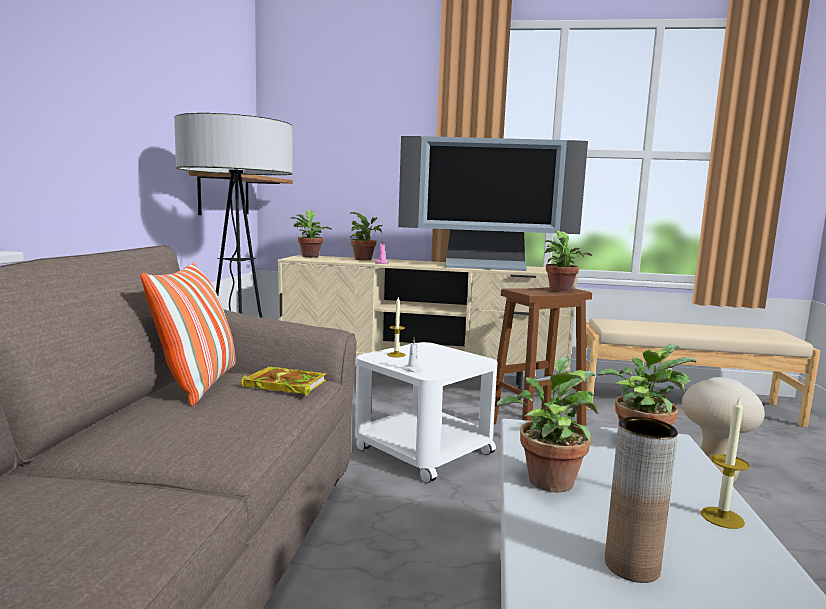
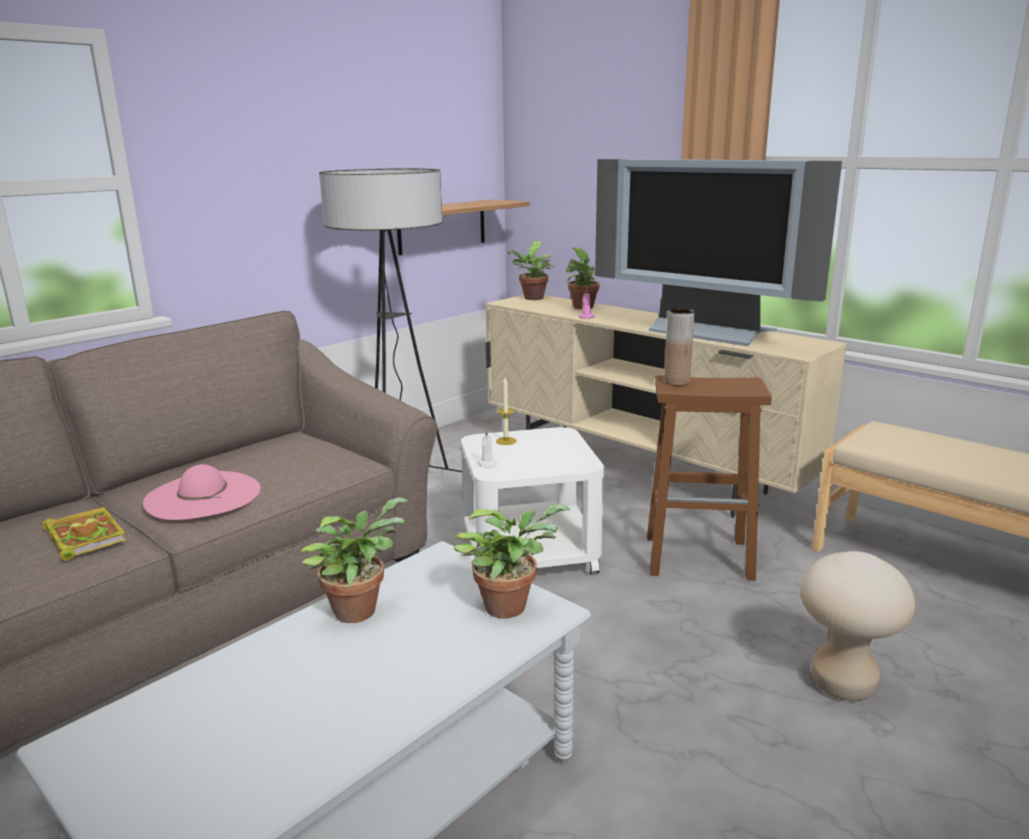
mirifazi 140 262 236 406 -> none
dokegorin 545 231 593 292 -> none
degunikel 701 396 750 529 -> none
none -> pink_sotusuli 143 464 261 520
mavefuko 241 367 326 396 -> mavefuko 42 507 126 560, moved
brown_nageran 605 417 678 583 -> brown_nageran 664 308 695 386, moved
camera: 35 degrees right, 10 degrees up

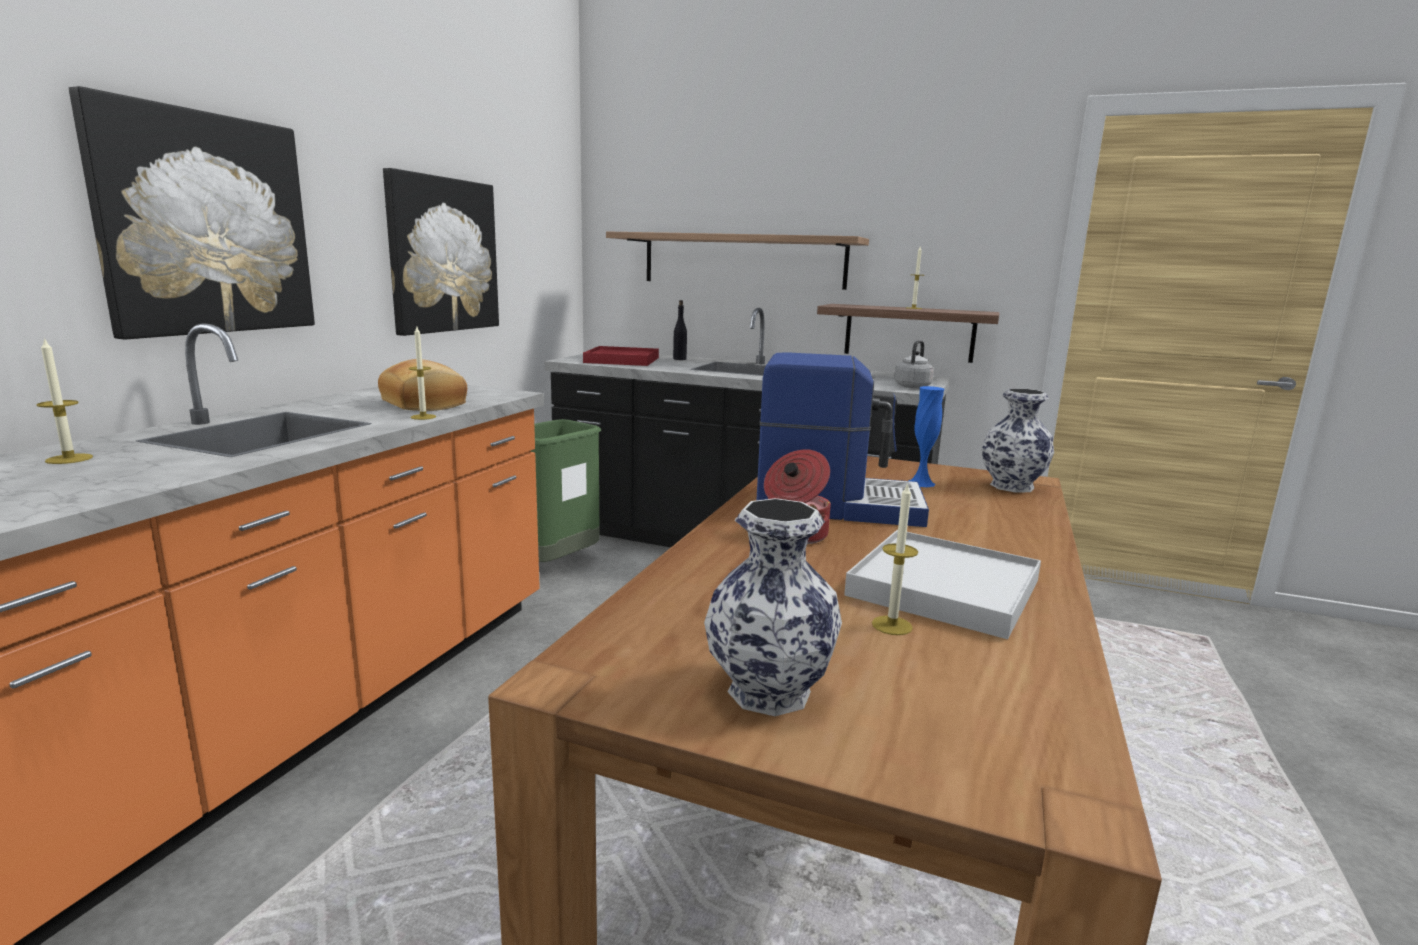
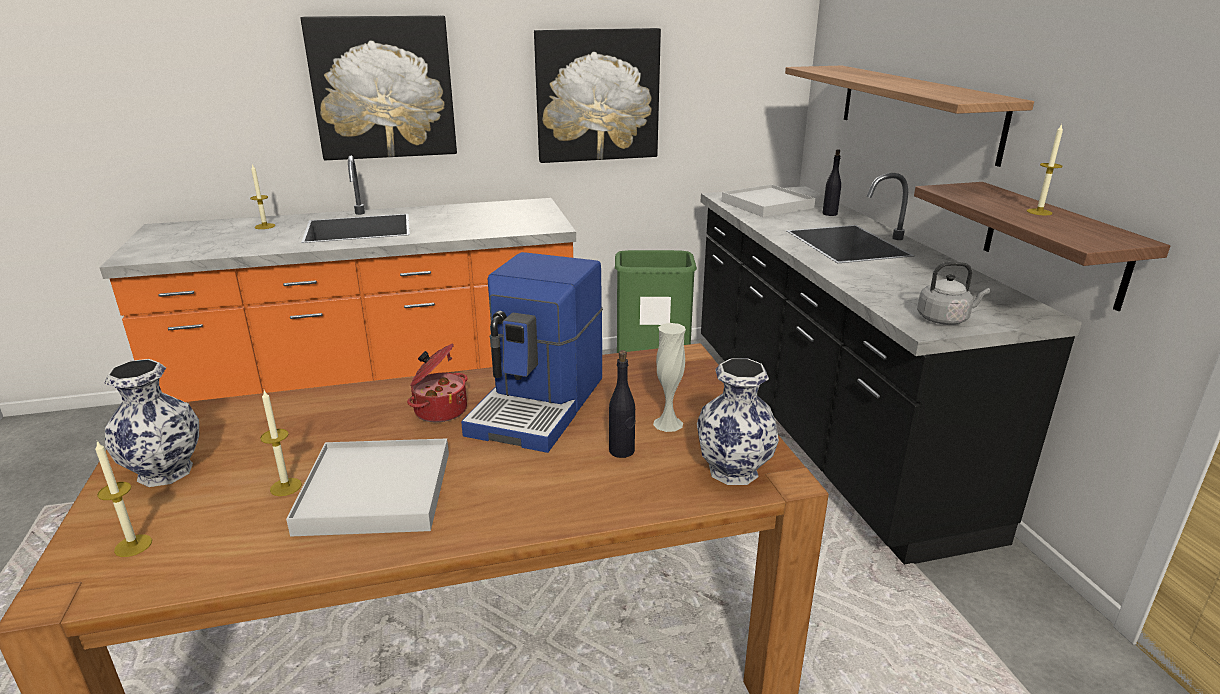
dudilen 378 359 467 411 -> none
none -> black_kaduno 609 350 635 458
degunikel 409 327 436 420 -> degunikel 95 441 152 557, moved
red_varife 583 346 659 366 -> white_varife 722 184 815 217
blue_nageran 909 386 945 487 -> white_nageran 653 323 686 432
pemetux 756 352 929 527 -> pemetux 461 252 603 453, 45 degrees clockwise
camera: 55 degrees right, 10 degrees up

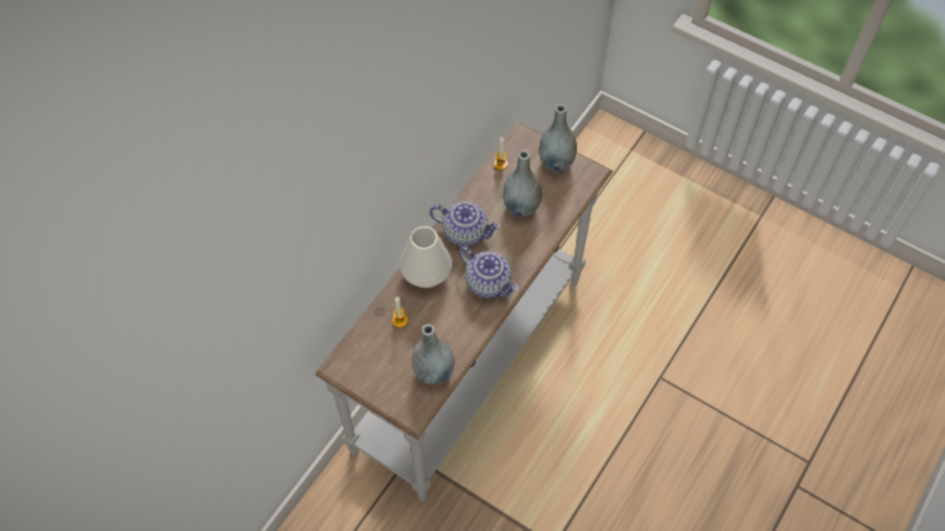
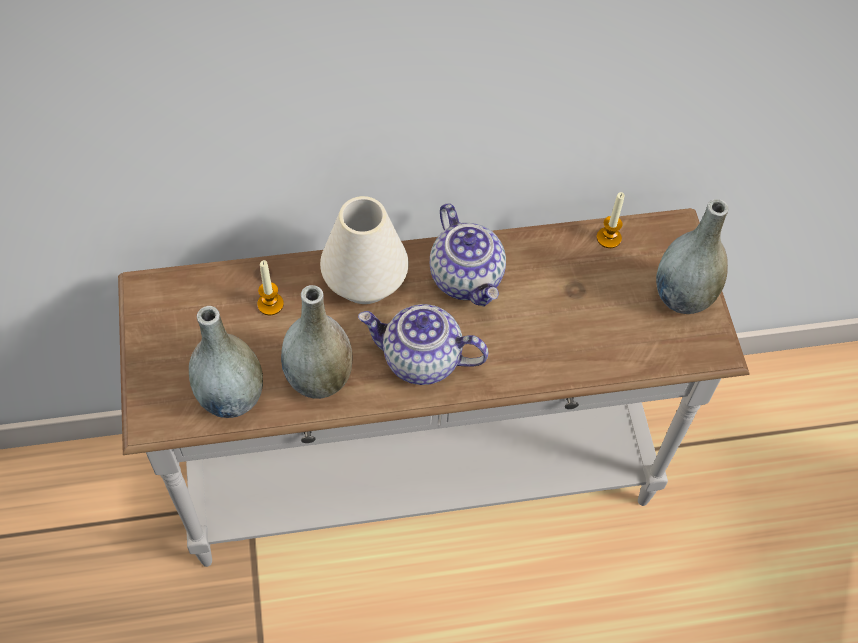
grey_nageran 503 150 542 217 -> grey_nageran 281 285 352 399, moved
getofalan 459 246 519 298 -> getofalan 358 304 488 385, 105 degrees clockwise
camera: 45 degrees right, 0 degrees up

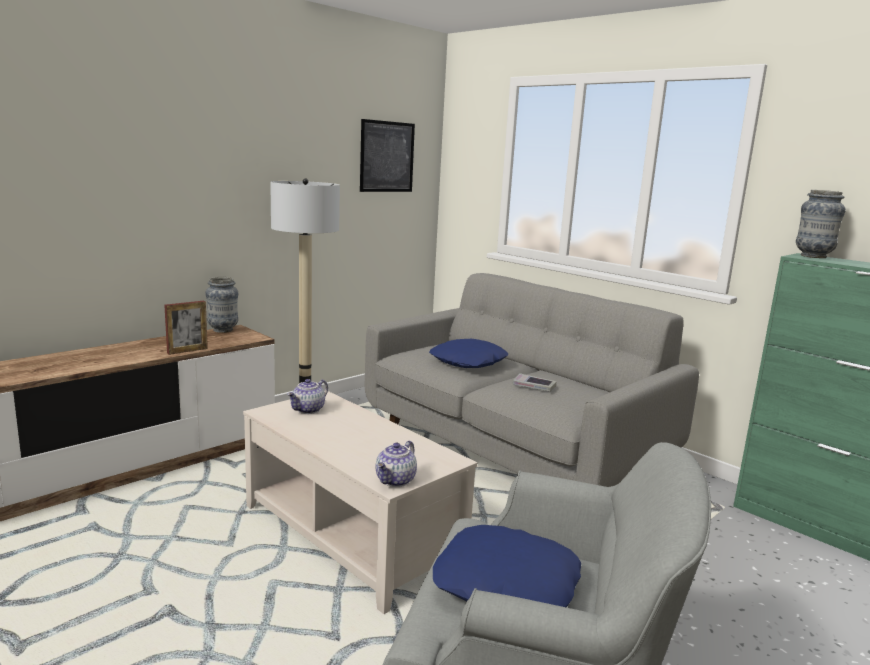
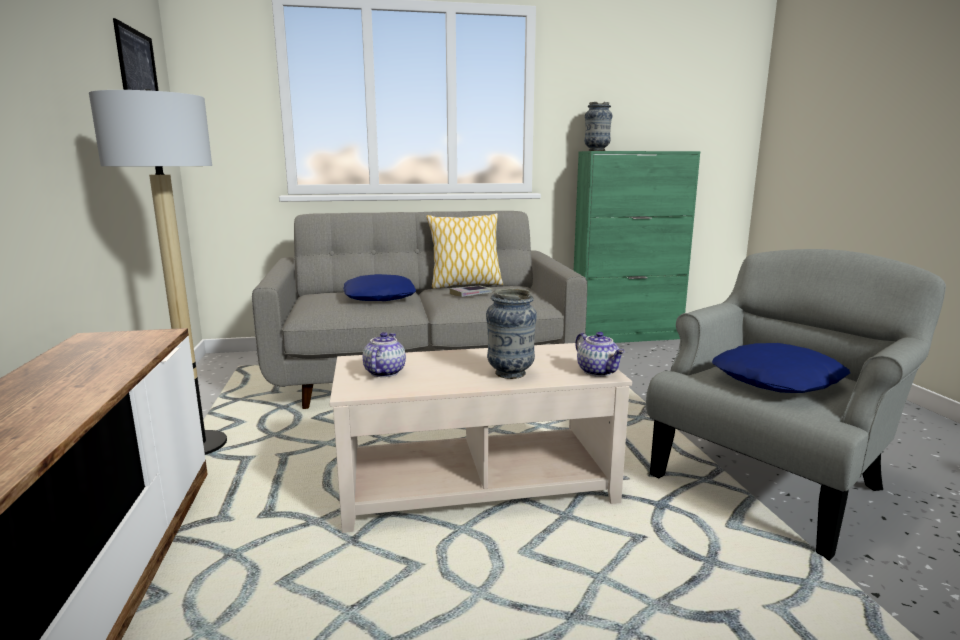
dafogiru 164 301 208 355 -> none
none -> mirifazi 426 213 503 289
nageran 205 277 239 333 -> nageran 486 288 537 379, moved
getofalan 287 379 328 414 -> getofalan 363 332 406 377, 150 degrees counterclockwise
camera: 55 degrees left, 0 degrees up

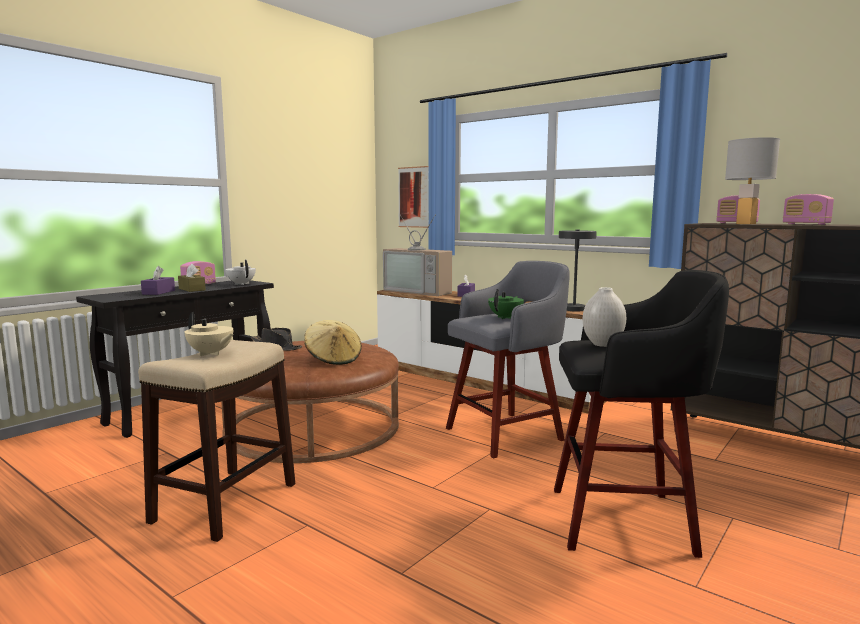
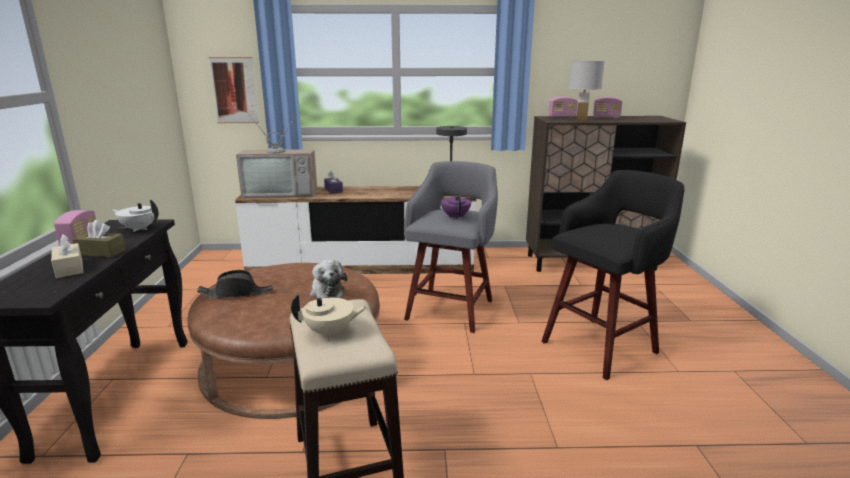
white_nageran 582 287 626 347 -> none
beige_sotusuli 304 320 362 365 -> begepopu 310 259 347 298
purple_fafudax 141 266 175 295 -> beige_fafudax 51 234 83 278
green_getofalan 488 289 524 319 -> purple_getofalan 441 195 471 219
camera: 40 degrees left, 10 degrees up

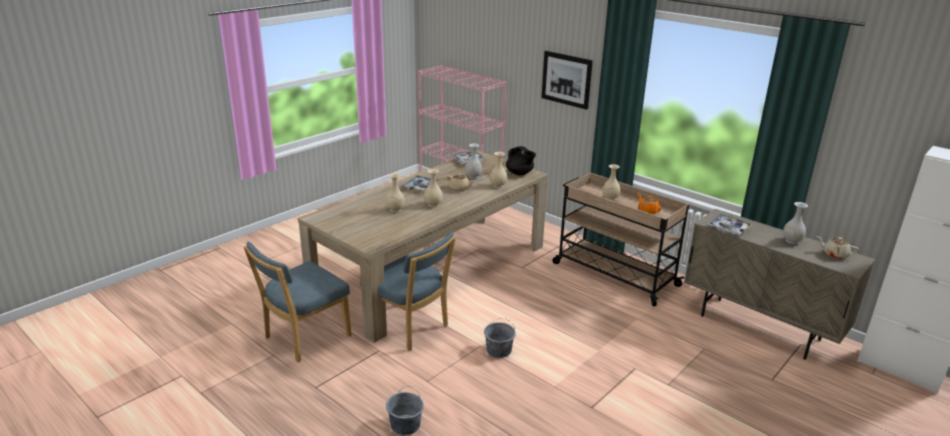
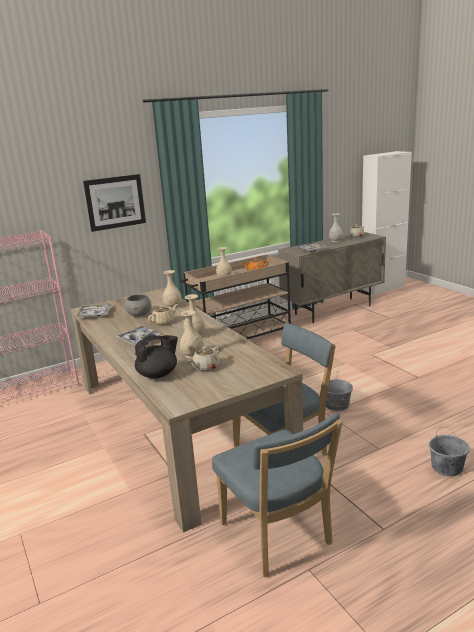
none -> beige_getofalan 188 347 220 372
black_getofalan 506 146 536 175 -> black_getofalan 135 335 178 379, moved
white_nageran 465 144 482 179 -> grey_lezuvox 125 294 151 317
camera: 70 degrees left, 5 degrees down

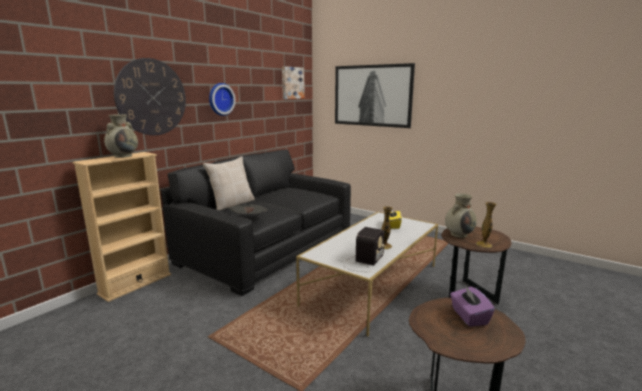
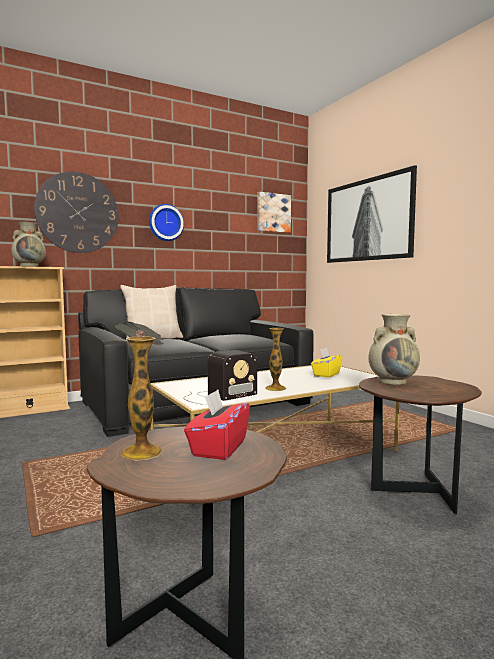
nageran 476 202 497 248 -> nageran 121 336 162 460, moved
purple_fafudax 450 285 495 327 -> red_fafudax 184 389 250 460
camera: 25 degrees right, 10 degrees down

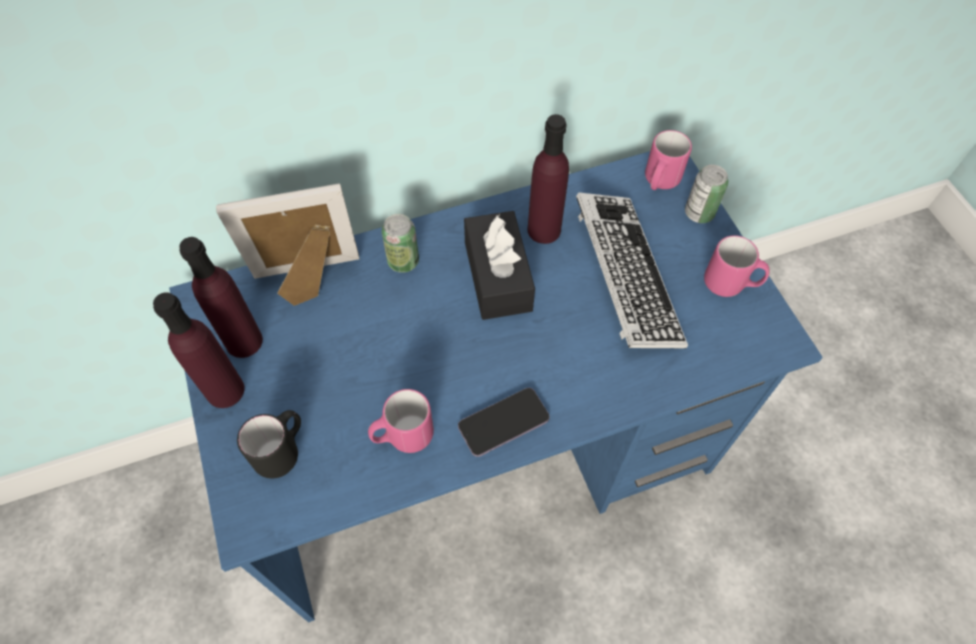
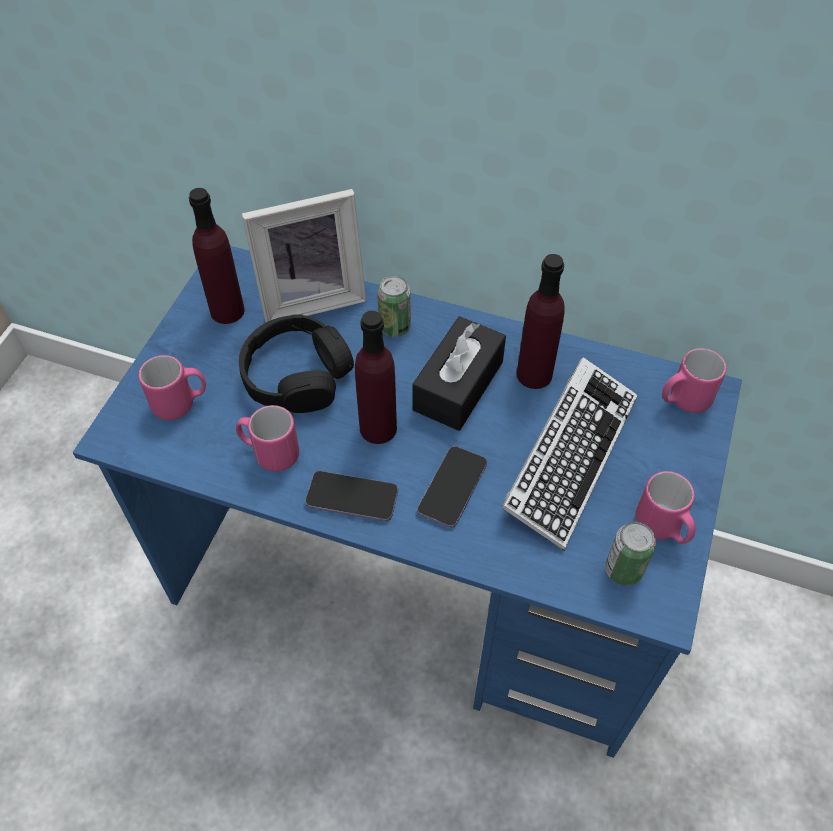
none -> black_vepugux 239 314 354 413
none -> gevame 417 446 487 528
purple_kaduno 153 292 245 408 -> purple_kaduno 355 311 397 444, moved
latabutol 685 165 728 223 -> latabutol 605 522 656 586, moved
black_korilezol 237 410 301 478 -> pink_korilezol 138 355 206 420
dafogiru 216 184 359 306 -> dafogiru 242 189 366 323, 135 degrees clockwise
camera: 40 degrees right, 5 degrees down

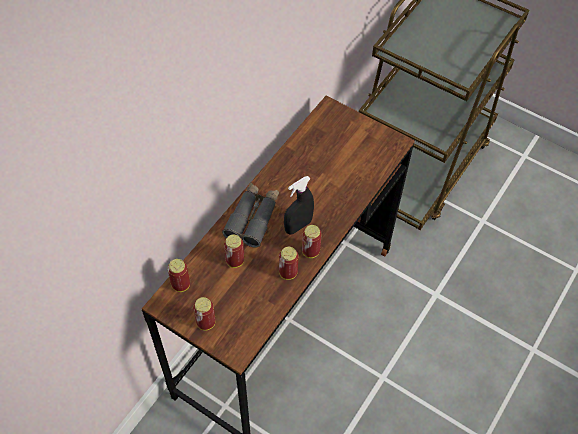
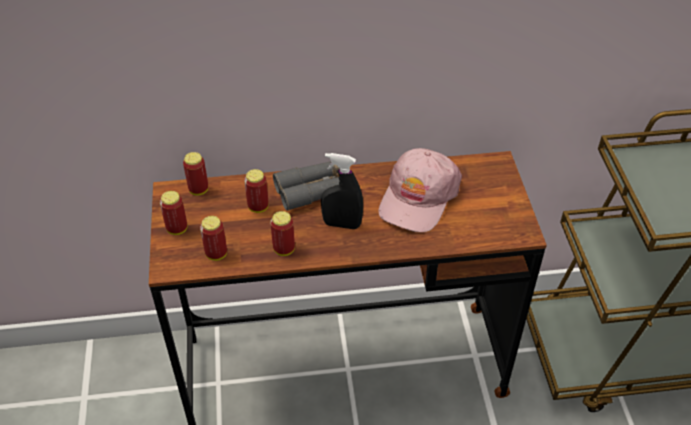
none -> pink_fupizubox 379 148 462 232
latabutol 302 225 322 258 -> latabutol 200 216 227 261, moved
camera: 50 degrees right, 10 degrees down

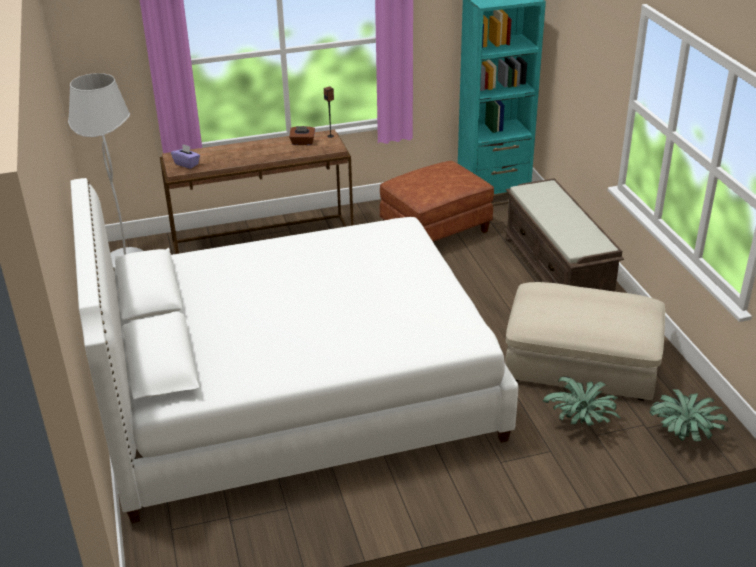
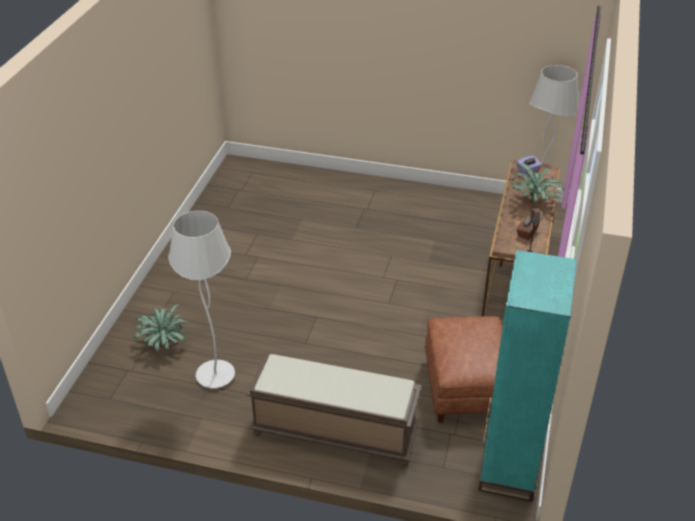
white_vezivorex 70 178 519 523 -> none
dokegorin 650 389 728 441 -> dokegorin 511 163 564 202, moved
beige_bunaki 505 282 665 401 -> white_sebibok 168 211 235 388
camera: 120 degrees right, 5 degrees up

